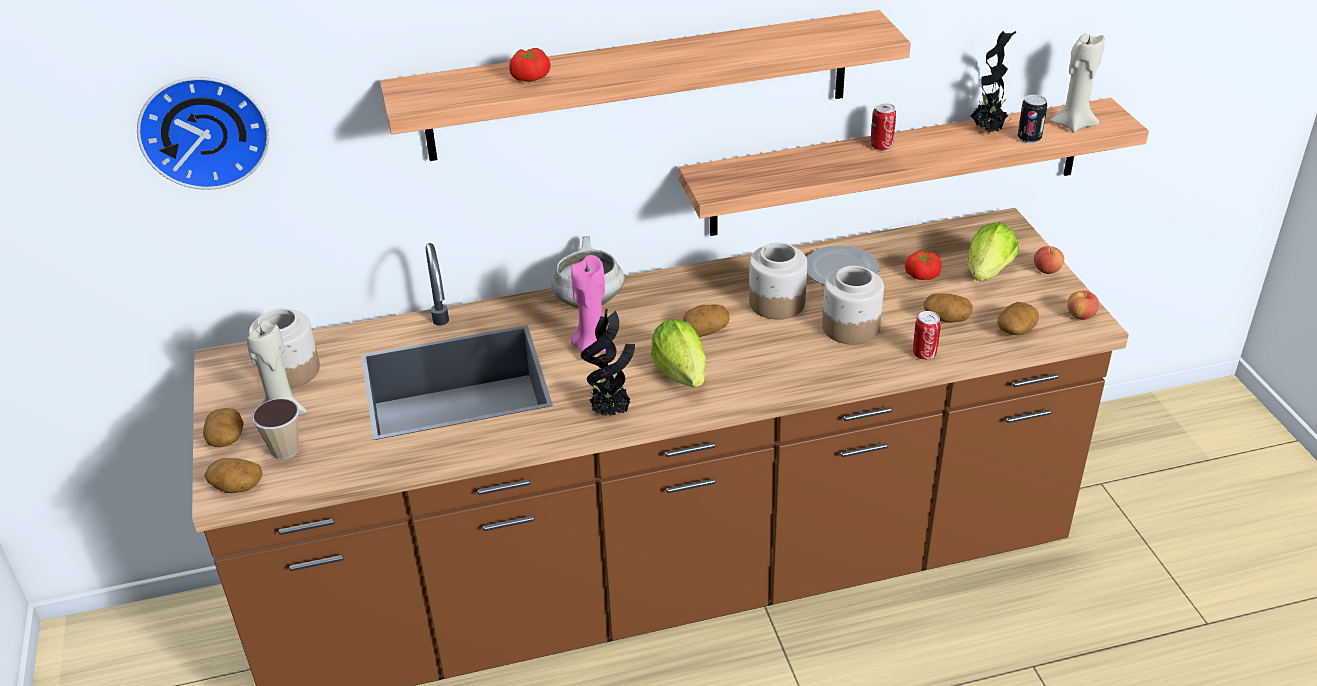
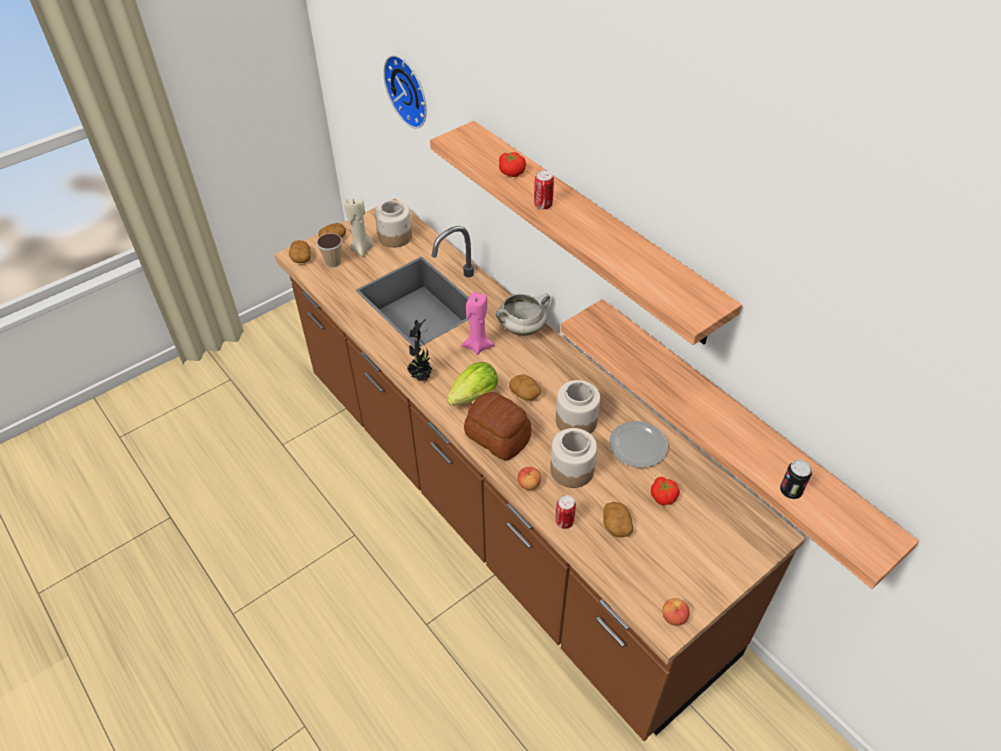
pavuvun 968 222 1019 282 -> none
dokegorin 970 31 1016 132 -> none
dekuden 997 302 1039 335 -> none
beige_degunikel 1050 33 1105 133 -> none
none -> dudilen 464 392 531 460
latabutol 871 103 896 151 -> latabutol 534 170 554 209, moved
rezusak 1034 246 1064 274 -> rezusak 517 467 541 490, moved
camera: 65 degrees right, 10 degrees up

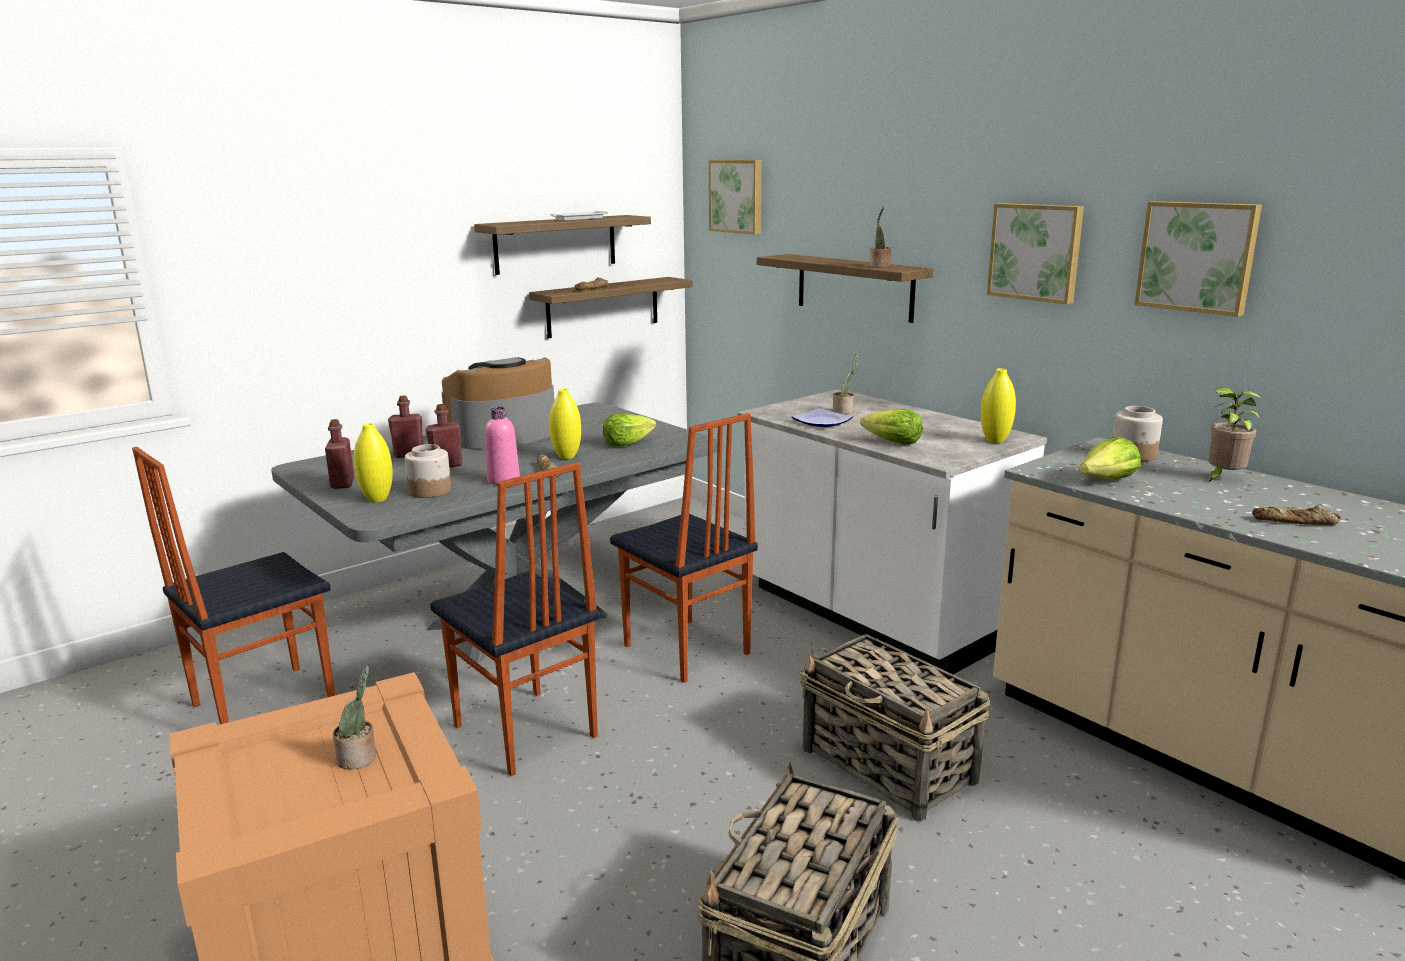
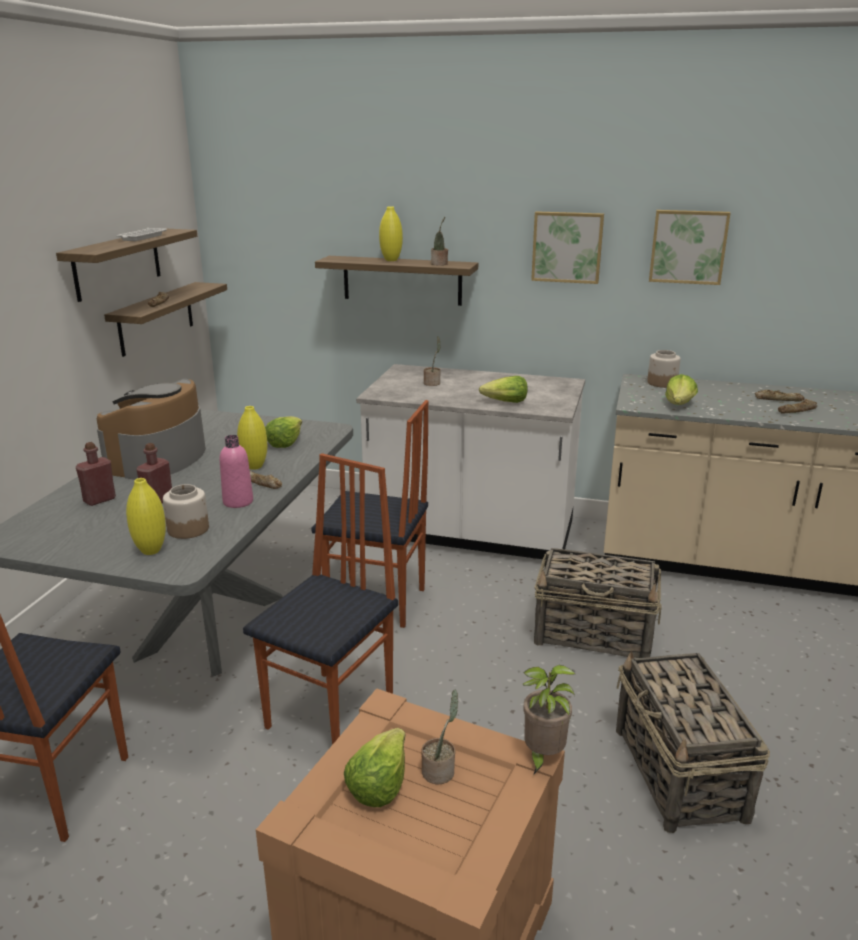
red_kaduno 325 419 354 489 -> none
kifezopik 709 160 762 235 -> none
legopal 792 408 854 427 -> none
none -> pavuvun 344 728 405 807
none -> dudilen 755 390 805 402
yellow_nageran 981 368 1016 443 -> yellow_nageran 379 206 403 261, moved
dokegorin 1208 387 1261 482 -> dokegorin 523 665 576 775, moved
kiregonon 430 462 600 776 -> kiregonon 243 453 398 745, 75 degrees counterclockwise
camera: 35 degrees left, 5 degrees up

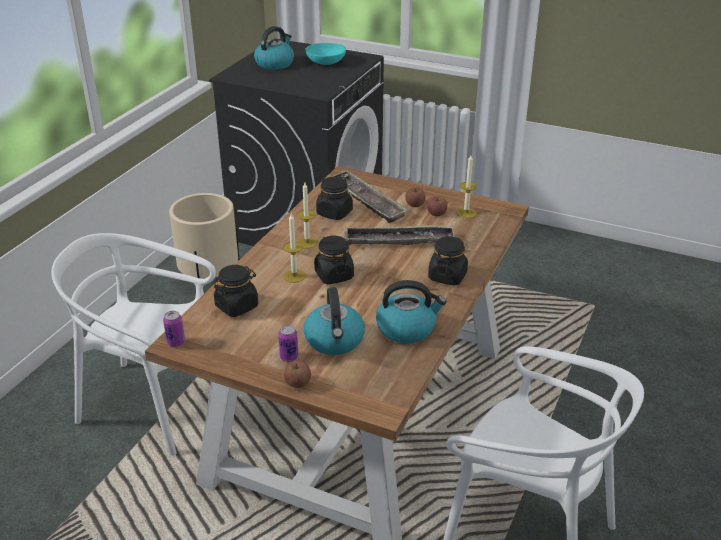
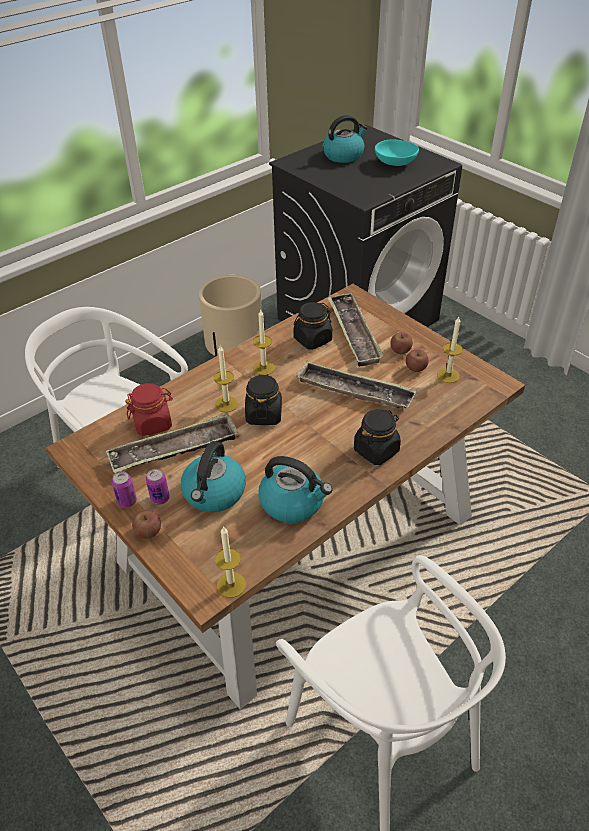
none -> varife 106 413 239 473
none -> degunikel 215 526 246 598
latabutol 163 311 185 347 -> latabutol 112 472 137 508, moved
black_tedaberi 214 265 258 317 -> red_tedaberi 125 383 173 436
camera: 25 degrees right, 10 degrees up

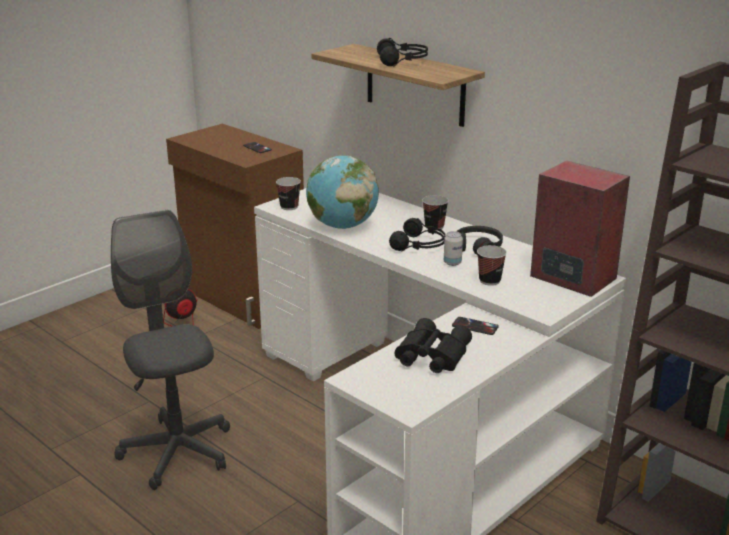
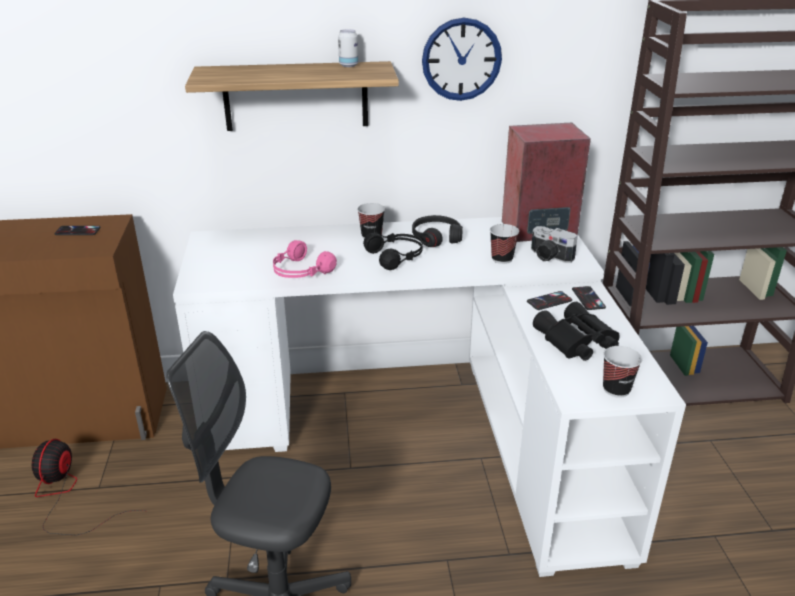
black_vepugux 377 38 428 66 -> none
none -> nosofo 422 18 502 101
none -> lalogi 531 226 578 263
none -> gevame 572 286 606 310
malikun 276 177 301 210 -> malikun 603 346 642 398, moved
latabutol 444 231 463 266 -> latabutol 338 29 358 67, moved
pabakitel 306 155 379 229 -> pink_vepugux 273 240 337 278
camera: 50 degrees left, 5 degrees up

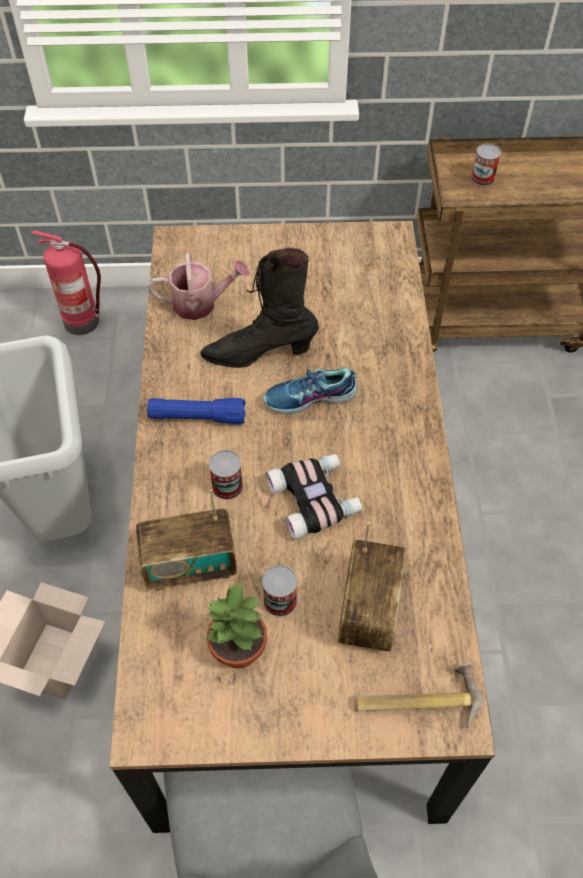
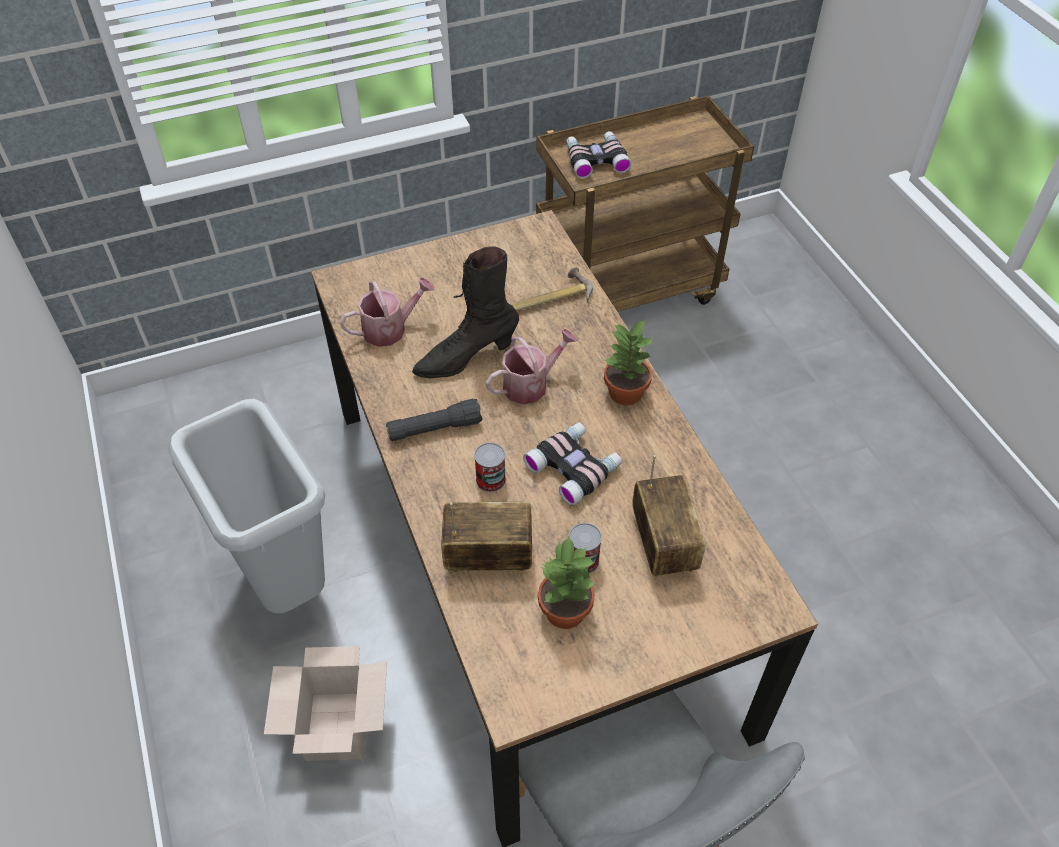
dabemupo 31 230 101 335 -> none
none -> dokegorin 603 320 655 405
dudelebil 356 663 483 729 -> dudelebil 509 267 593 311, moved
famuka 263 367 358 414 -> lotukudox 486 329 578 404
latabutol 471 144 501 186 -> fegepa 566 131 631 179
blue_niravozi 147 398 246 424 -> black_niravozi 386 399 483 441
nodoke 136 489 237 590 -> nodoke 441 502 532 572, 150 degrees counterclockwise
camera: 20 degrees left, 5 degrees down

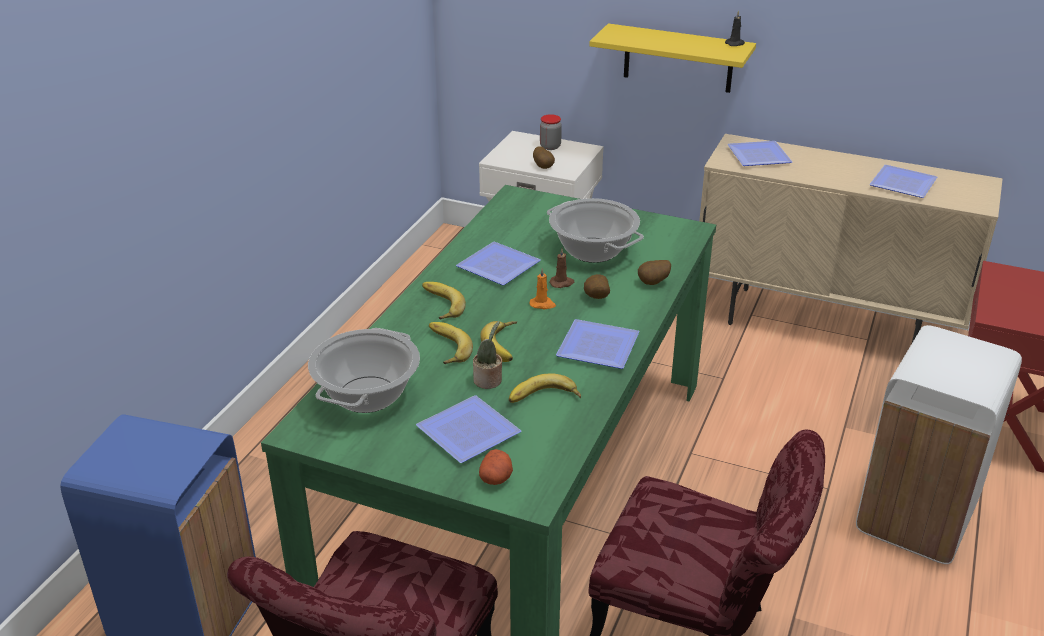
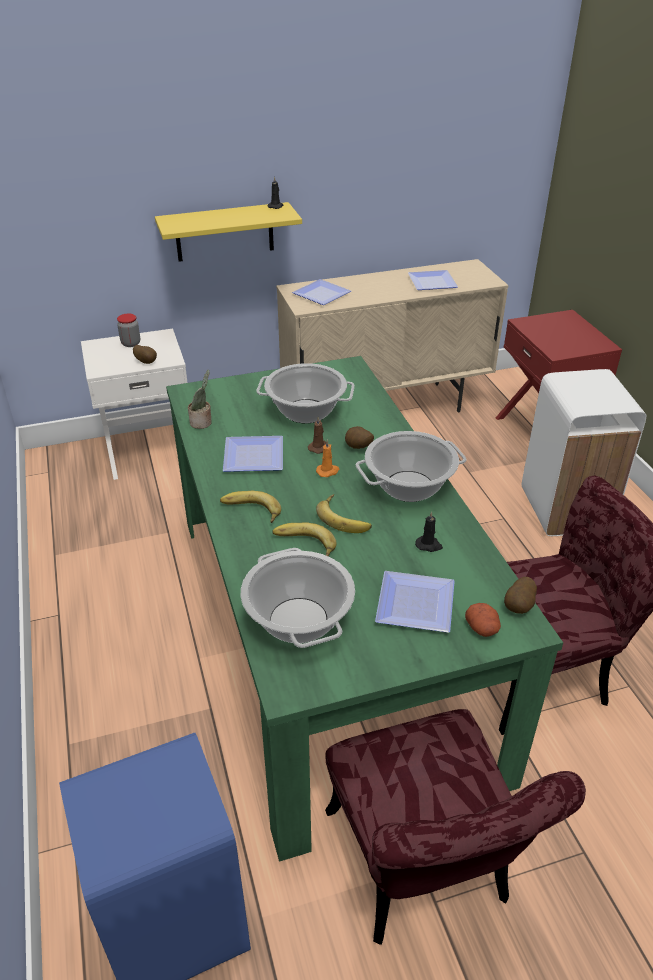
dokegorin 473 321 502 389 -> dokegorin 188 370 212 429, moved
dekuden 638 260 671 285 -> dekuden 504 577 537 614, moved
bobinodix 509 373 581 403 -> black_degunikel 415 511 443 552
legopal 556 319 640 369 -> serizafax 356 431 467 502
camera: 40 degrees left, 5 degrees up

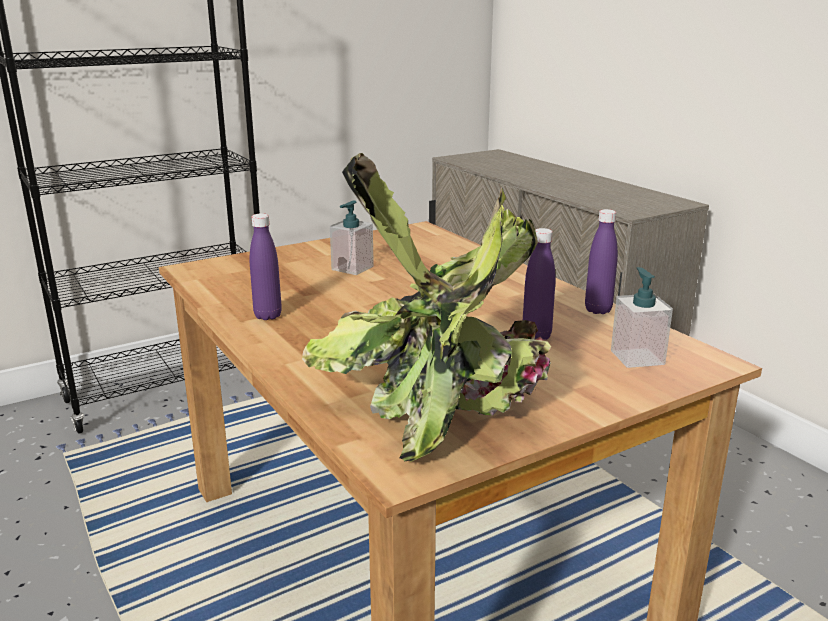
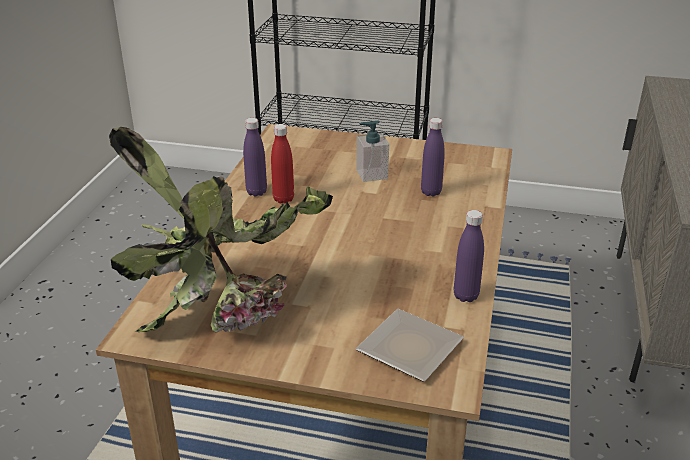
none -> red_kaduno 271 124 294 203
purple_kaduno 523 228 556 340 -> purple_kaduno 421 118 445 196, moved
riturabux 611 267 673 368 -> legopal 355 309 464 382
camera: 45 degrees right, 10 degrees up

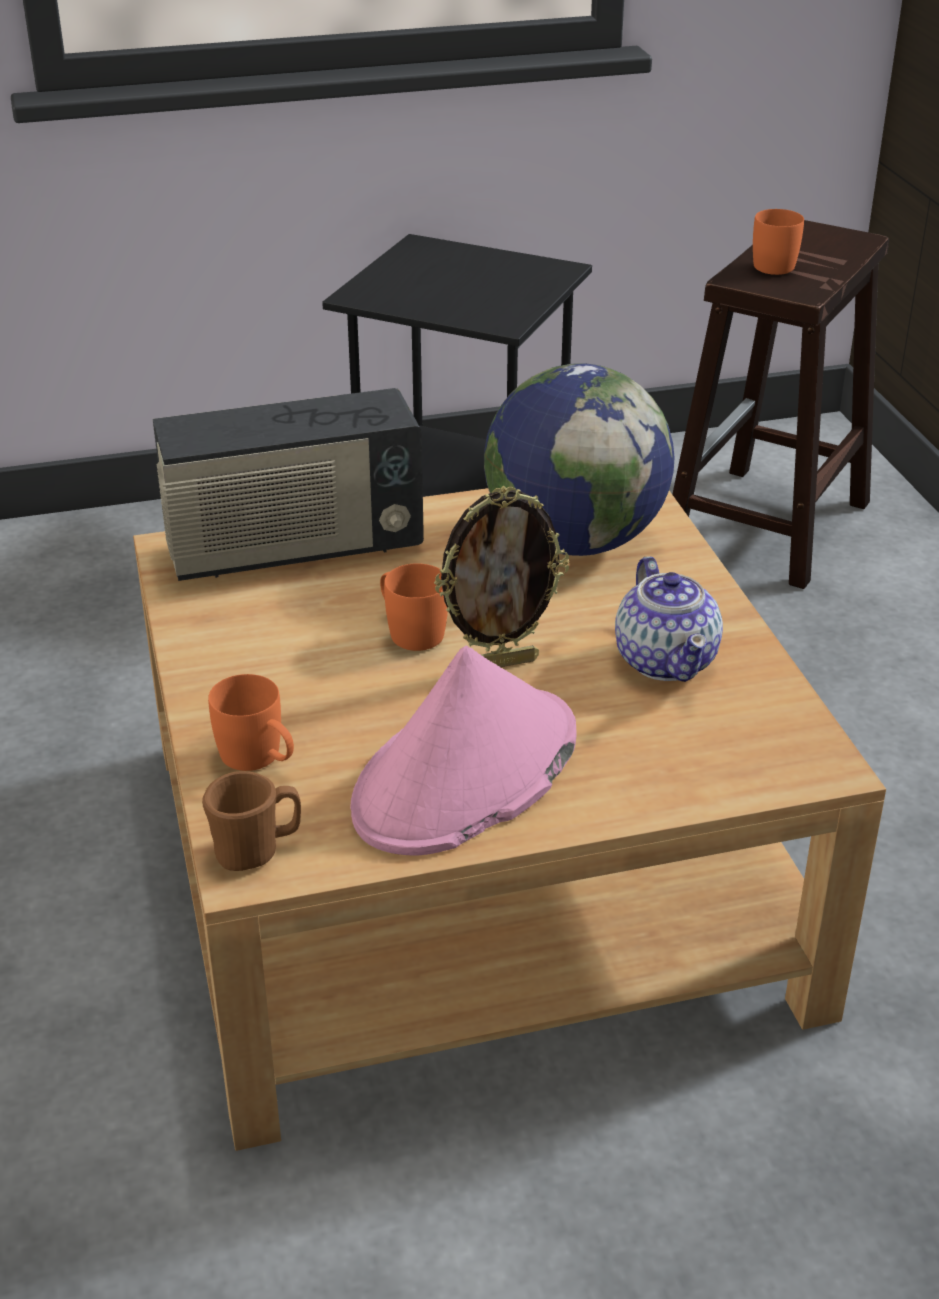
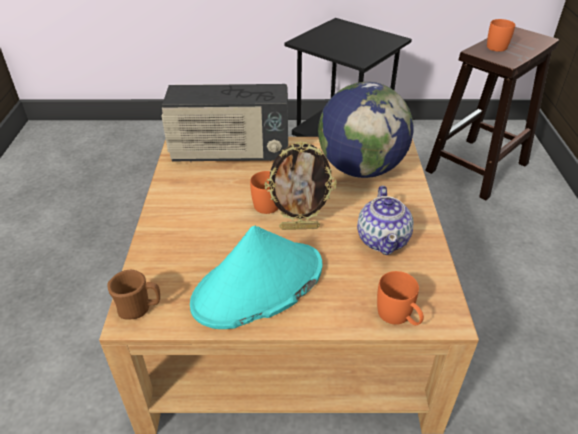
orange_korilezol 208 674 294 771 -> orange_korilezol 377 271 424 325, moved
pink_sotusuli 350 646 577 856 -> turquoise_sotusuli 190 226 322 329
camera: 15 degrees right, 5 degrees up

